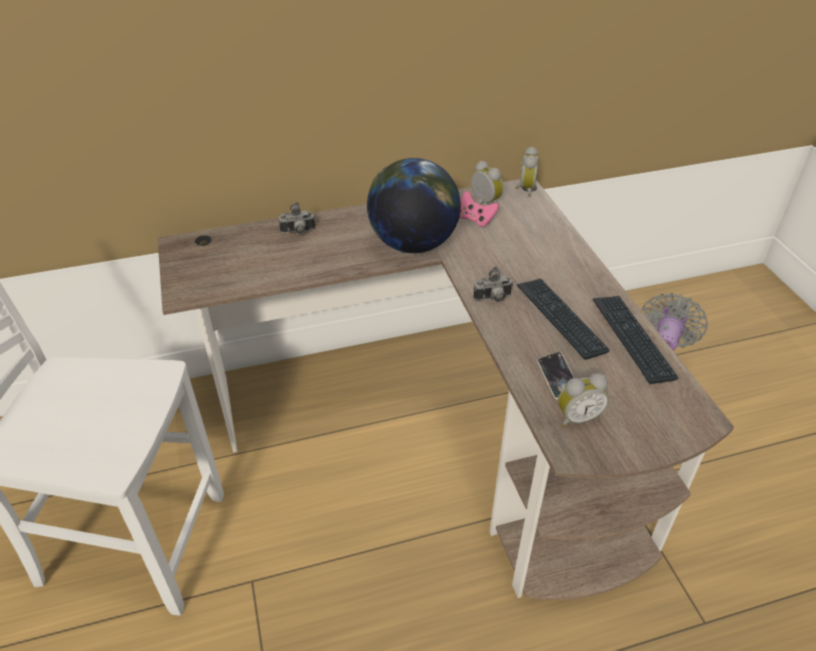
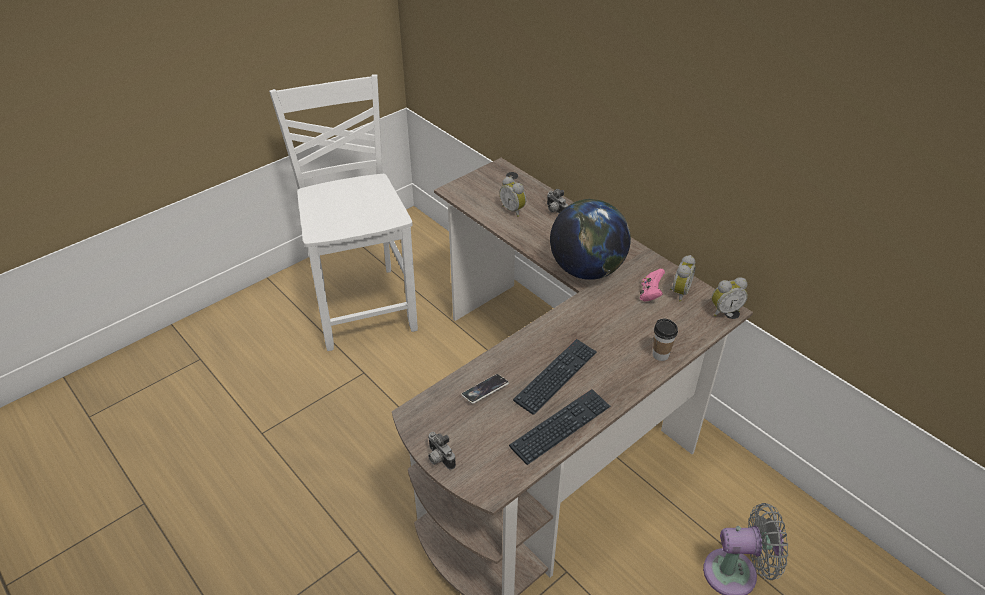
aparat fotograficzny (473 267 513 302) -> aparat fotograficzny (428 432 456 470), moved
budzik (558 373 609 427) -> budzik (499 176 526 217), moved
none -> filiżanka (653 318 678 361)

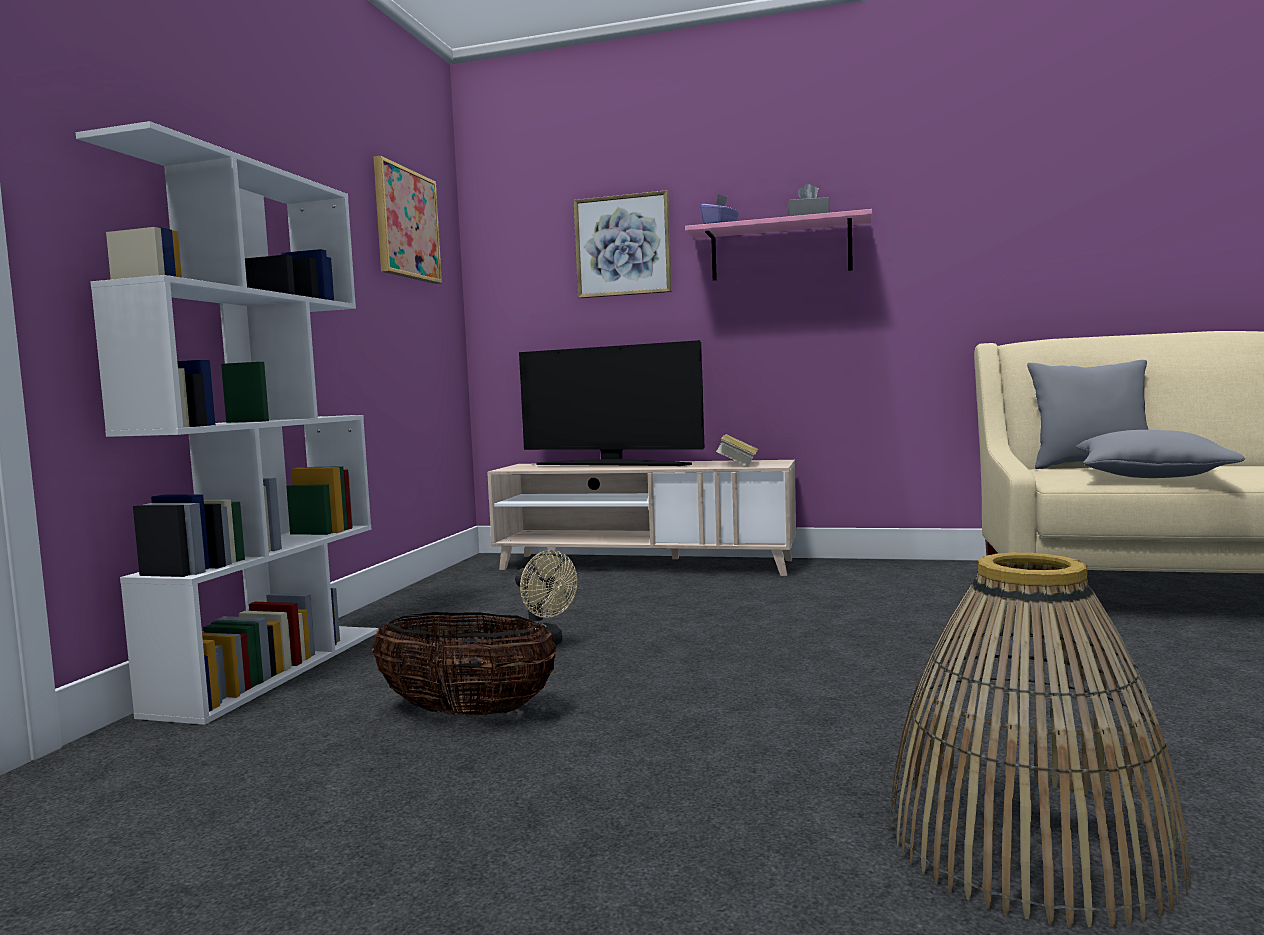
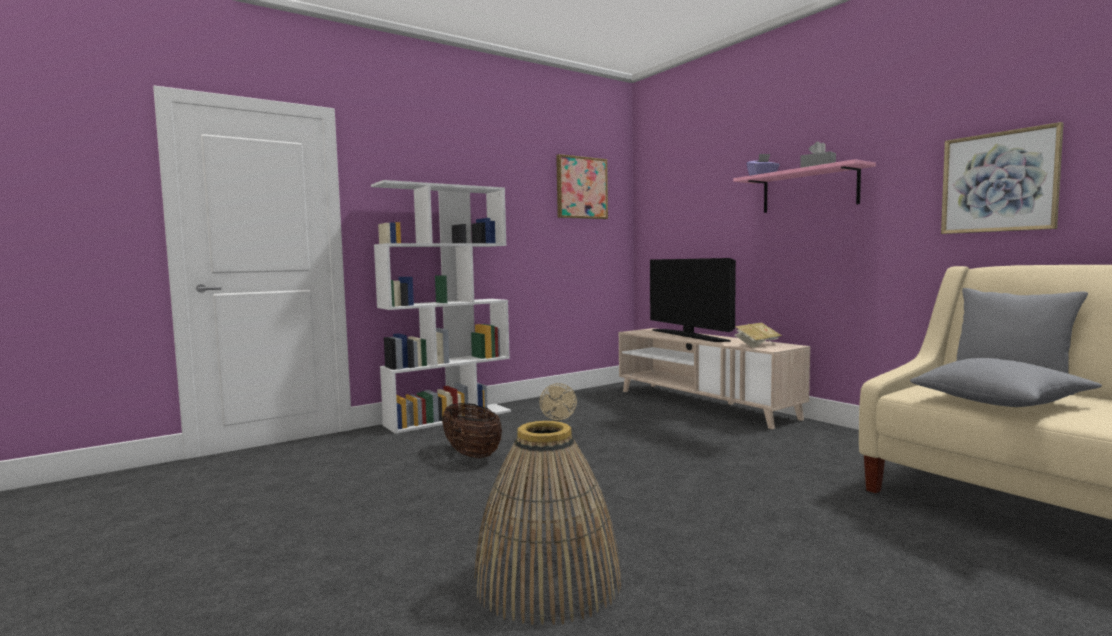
obraz (573 190 672 298) -> obraz (941 122 1064 234), moved

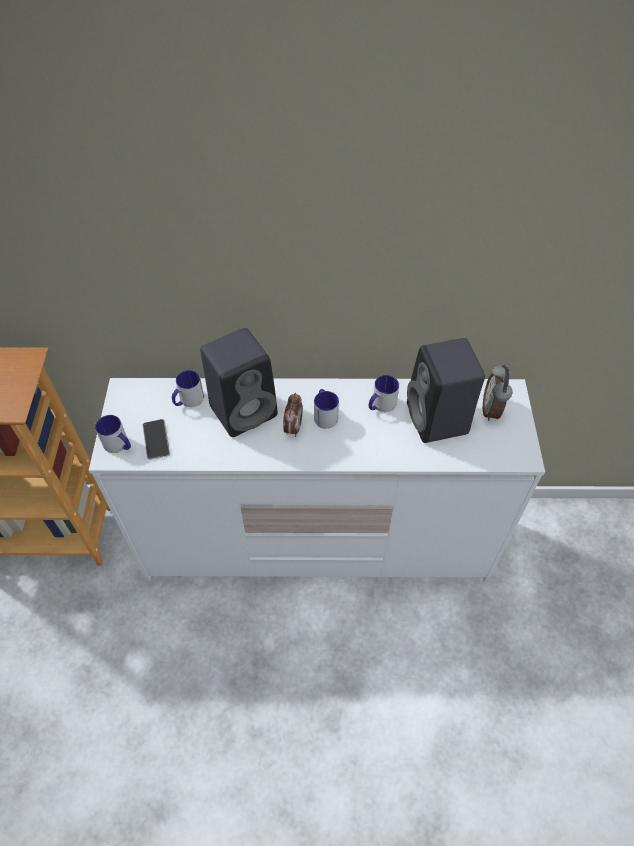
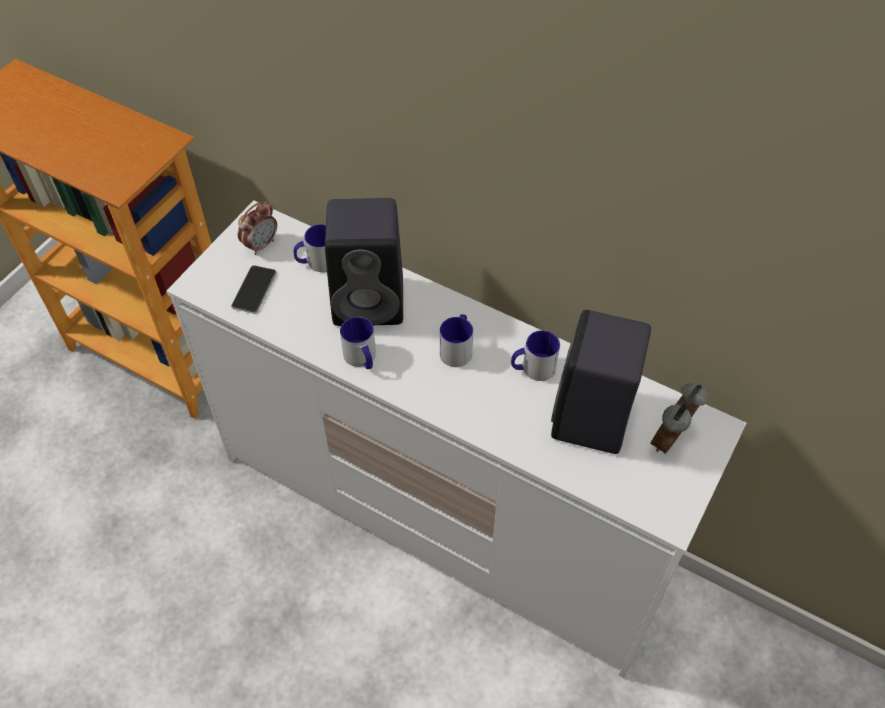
budzik (283 393 303 437) -> budzik (238 201 277 255), moved
kubek (95 415 131 453) -> kubek (340 317 376 369), moved

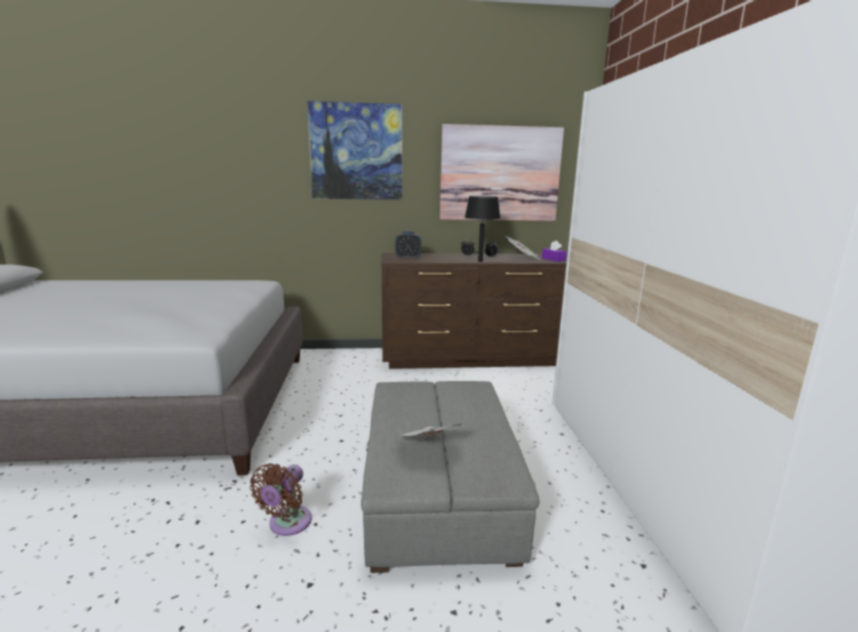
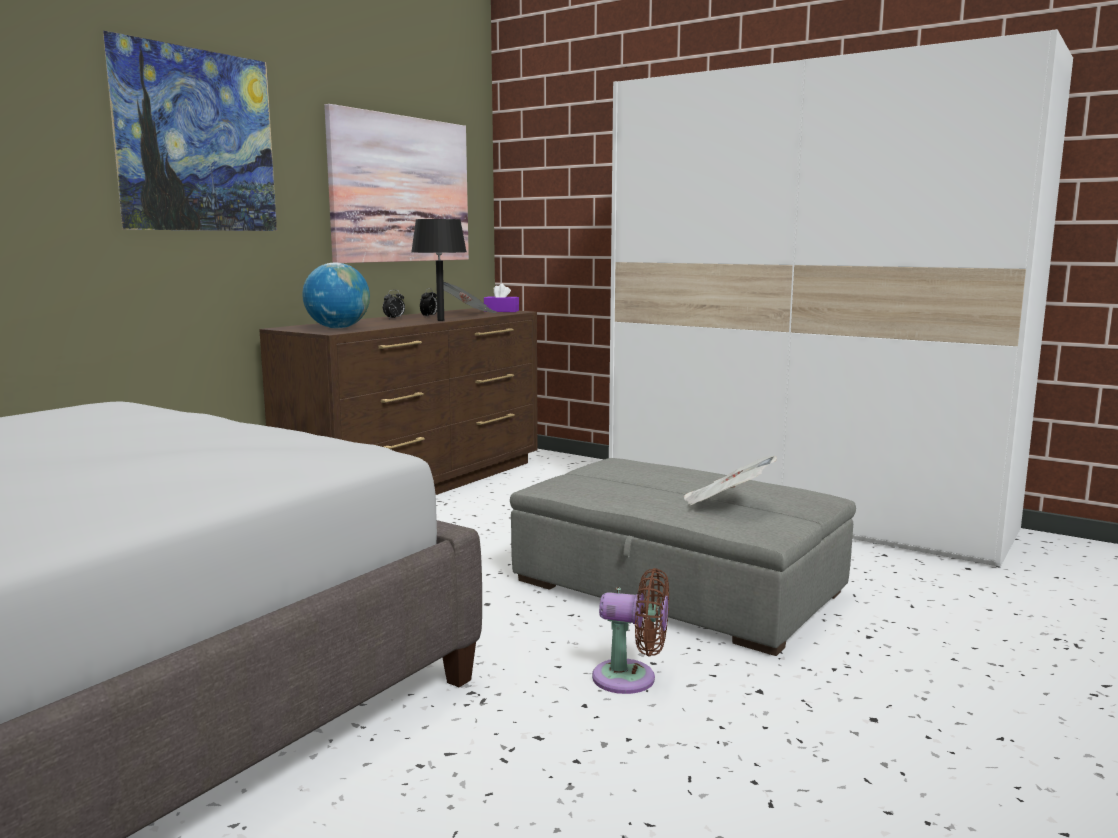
budzik (395 231 421 260) -> globus (302 262 370 329)
wentylator/brązowy (250 463 312 536) -> wentylator/brązowy (592 568 669 694), 45 degrees counterclockwise

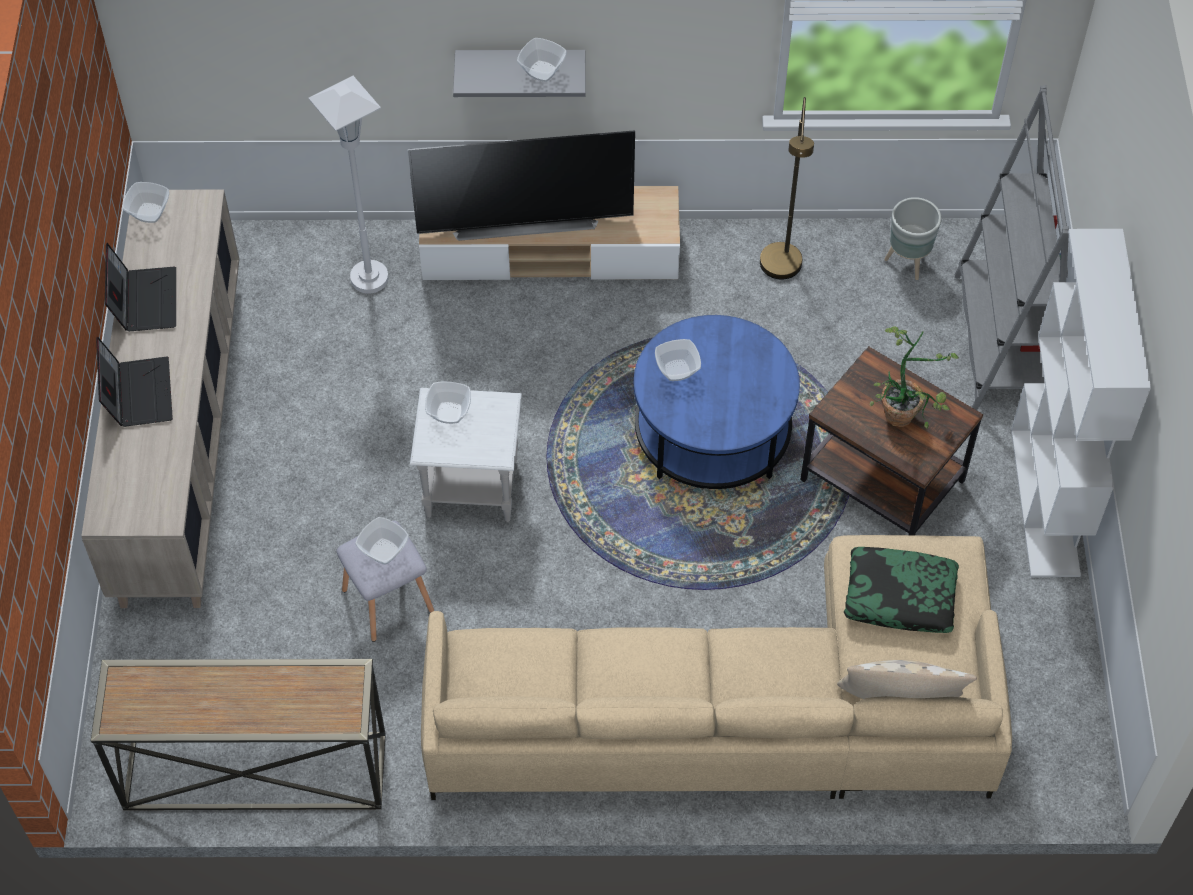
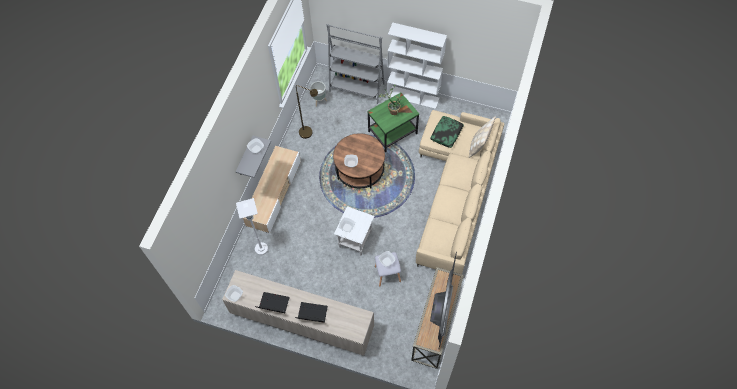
ława/niebieski (634 315 800 489) -> ława/brązowy (333 133 385 189)
stolik/brązowy (800 346 983 535) -> stolik/zielony (367 92 419 152)
telewizor (408 130 635 241) -> telewizor (430 252 457 350), moved

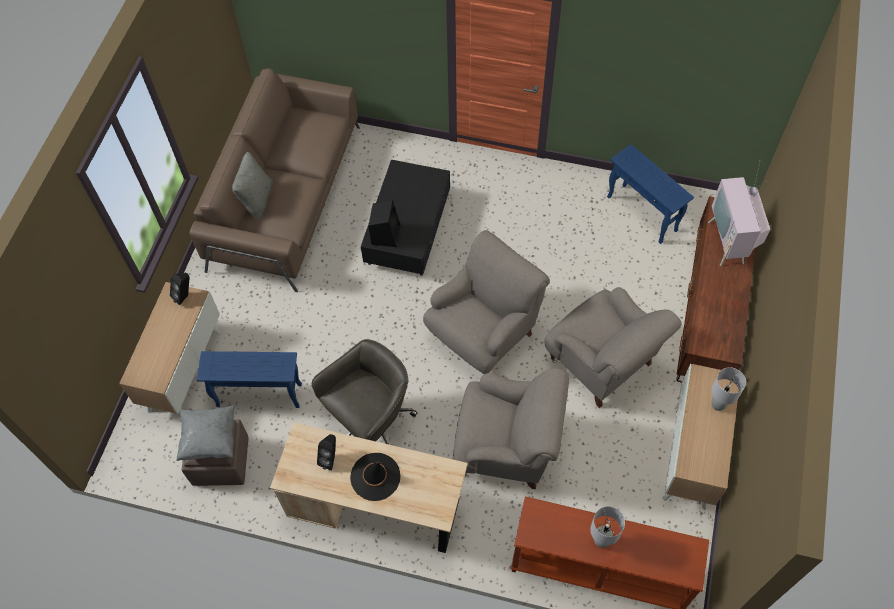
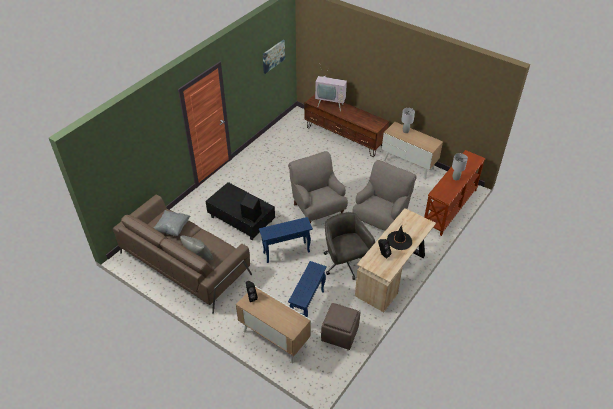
poduszka/szary (176 405 235 461) -> poduszka/szary (154 210 191 236), moved
stolik/niebieski (607 144 694 244) -> stolik/niebieski (259 217 313 263), moved
none -> obraz (263 40 285 74)
fotel/szary (544 287 682 408) -> none

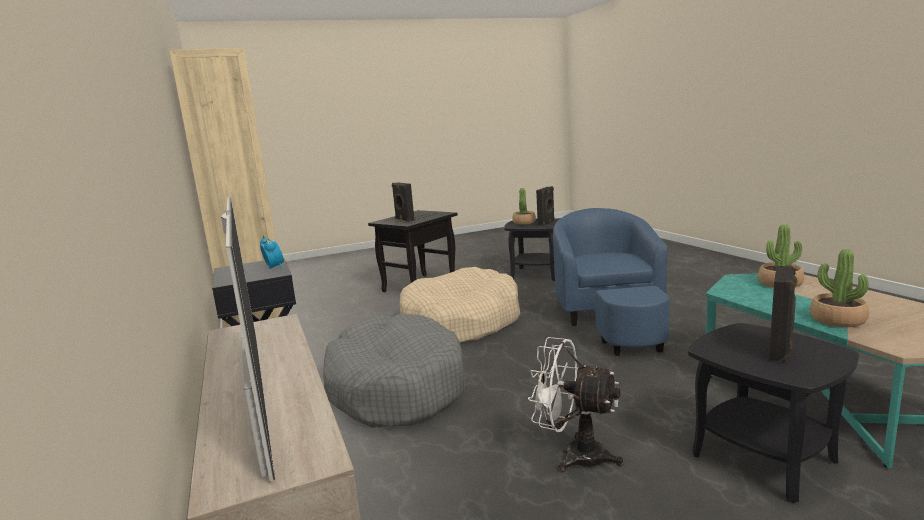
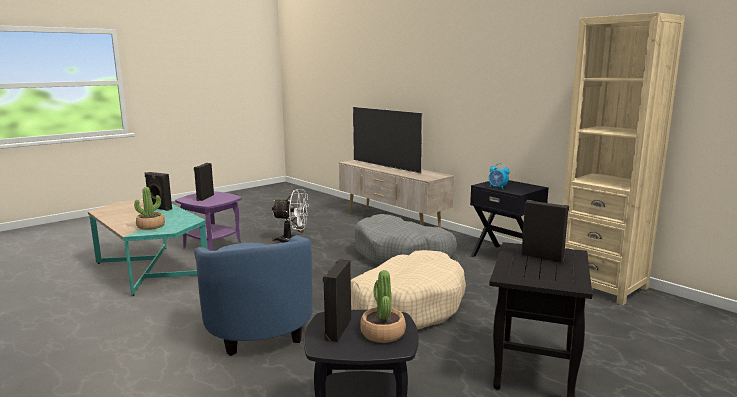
roślina doniczkowa (810 249 869 327) -> głośnik/czarny (145 172 172 211)
stolik/czarny (688 323 859 503) -> stolik/fioletowy (175 191 242 251)

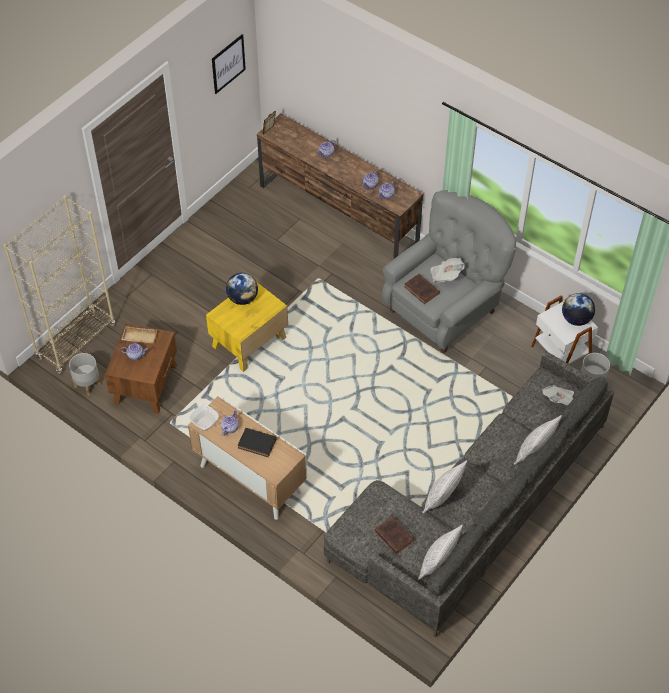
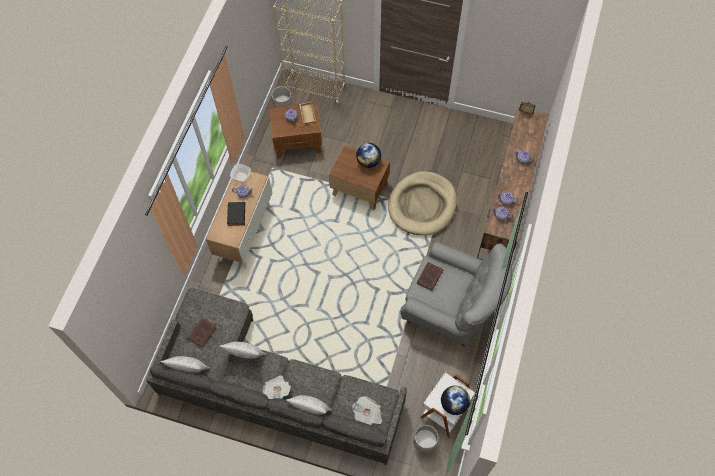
gazeta (430 258 464 282) -> gazeta (263 375 291 399), moved
stolik/żółty (206 283 288 372) -> stolik/brązowy (329 145 390 210)
none -> legowisko/beżowy (388 171 457 235)
obraz (212 34 246 94) -> none

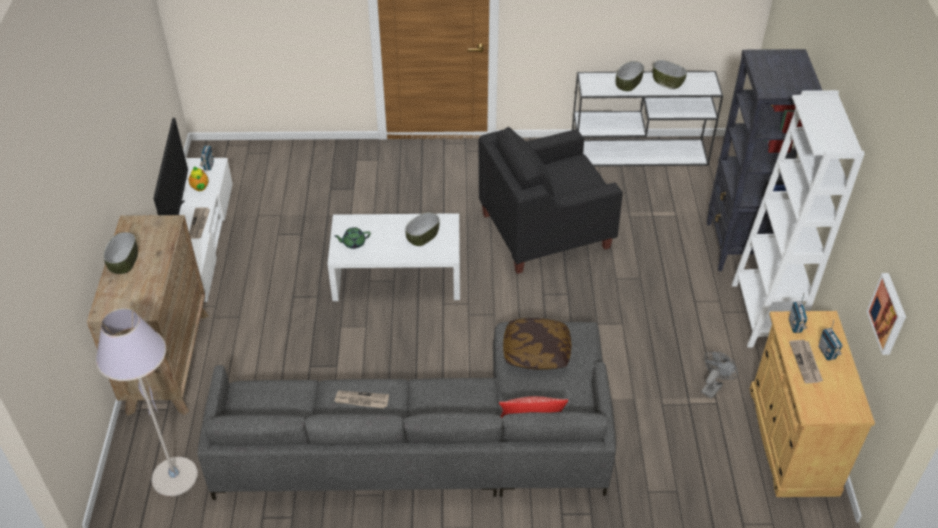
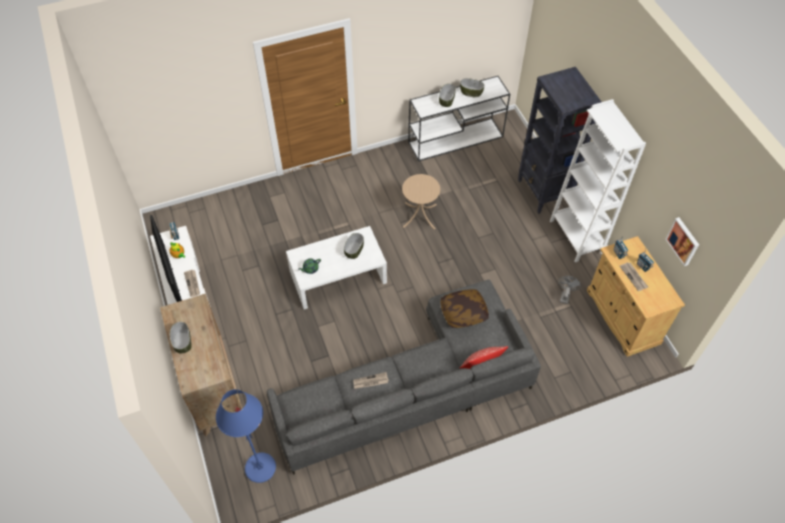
lampa stojąca/szary (96 308 198 496) -> lampa stojąca/niebieski (216 389 276 483)
fotel/czarny (479 127 623 274) -> stolik/beżowy (402 174 440 230)

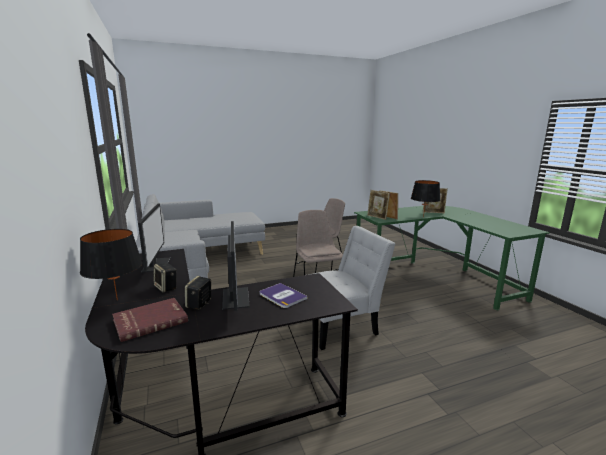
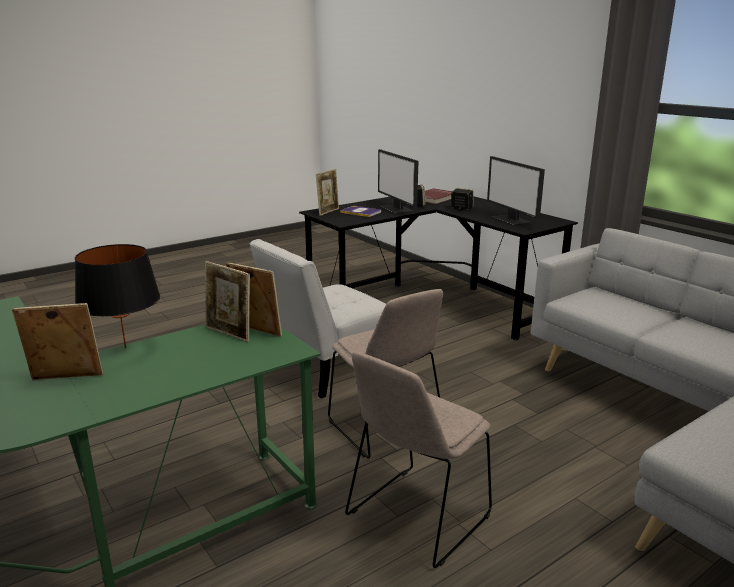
none -> ramka na zdjęcie (316 169 339 216)
lampa stołowa/czarny (80 229 142 300) -> none

